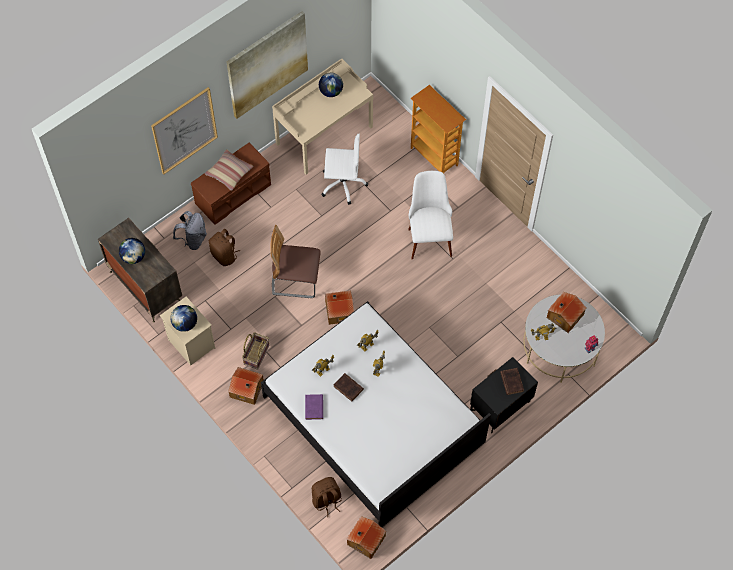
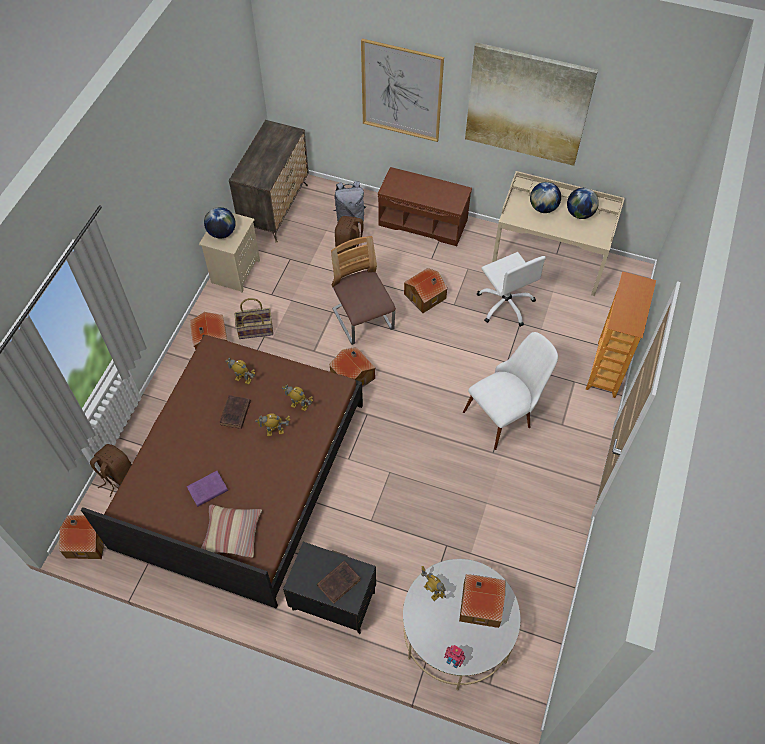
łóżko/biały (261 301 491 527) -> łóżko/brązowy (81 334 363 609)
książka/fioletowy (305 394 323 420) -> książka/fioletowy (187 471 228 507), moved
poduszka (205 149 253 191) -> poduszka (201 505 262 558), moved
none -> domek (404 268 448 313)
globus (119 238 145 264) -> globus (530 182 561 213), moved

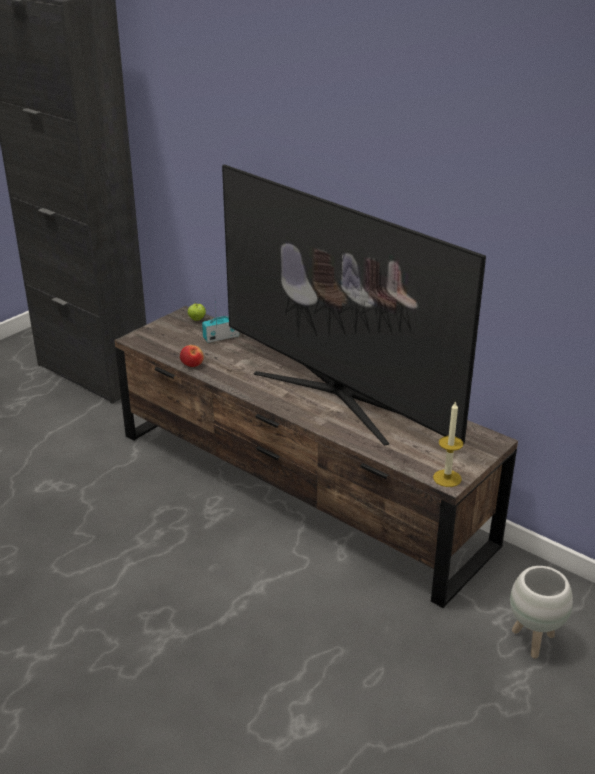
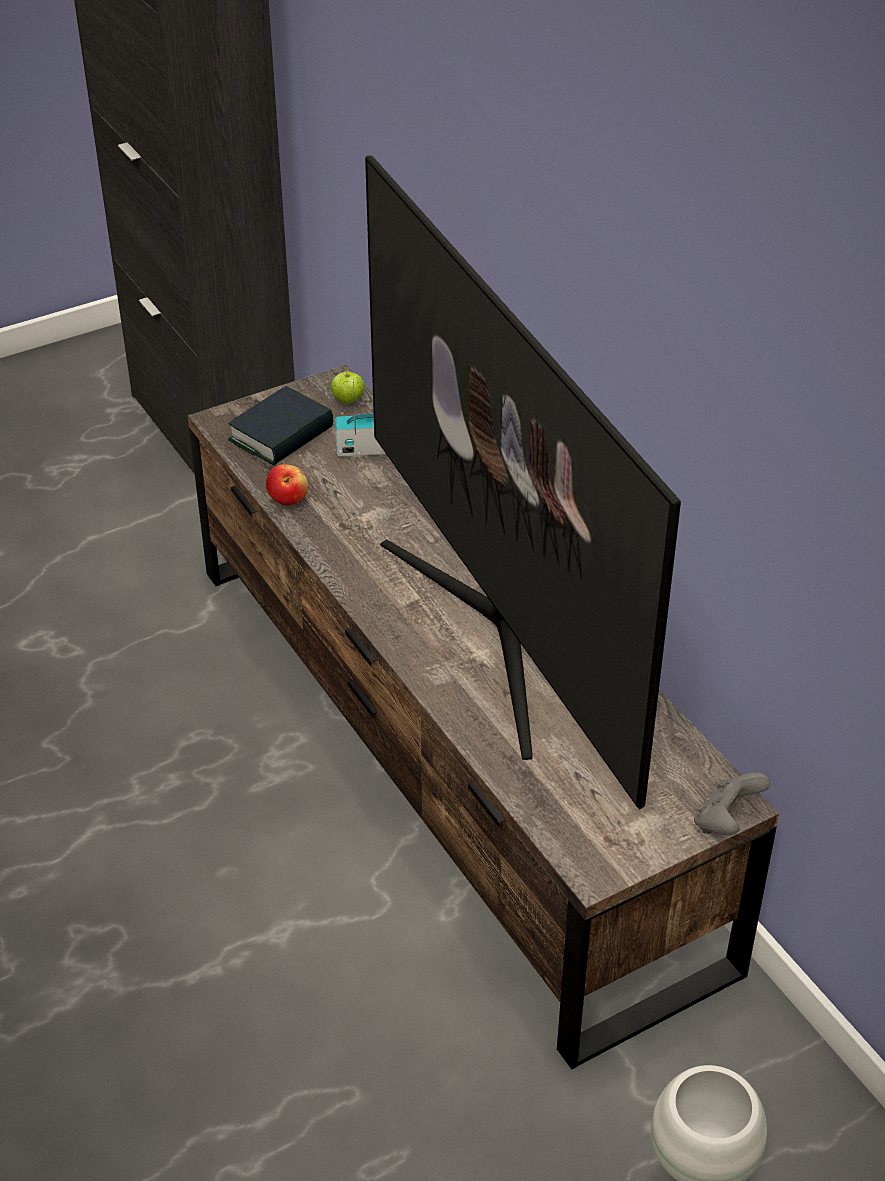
none -> książka (228 386 333 466)
none -> pad do gier/szary (694 772 770 835)
świeca (433 401 464 487) -> none

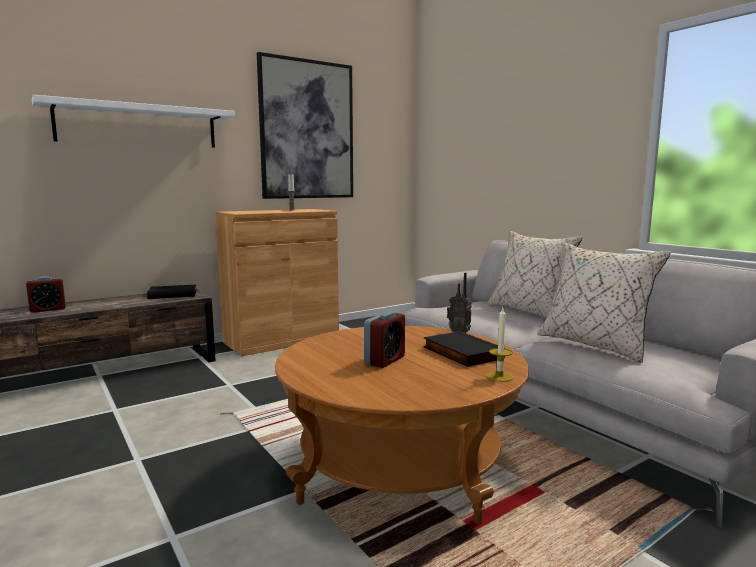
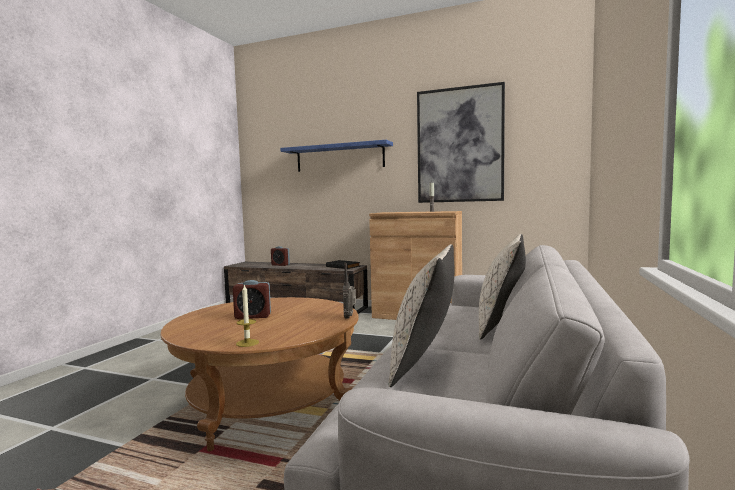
półka/biały (32 95 235 148) -> półka/niebieski (280 140 393 172)
książka/czarny (423 331 505 367) -> none

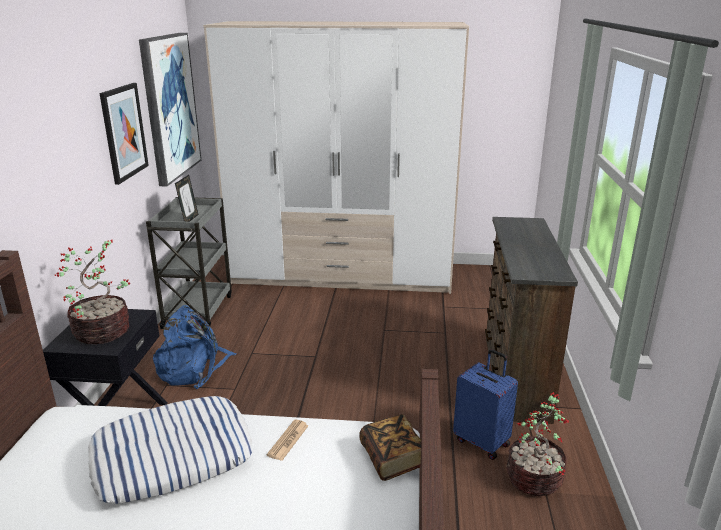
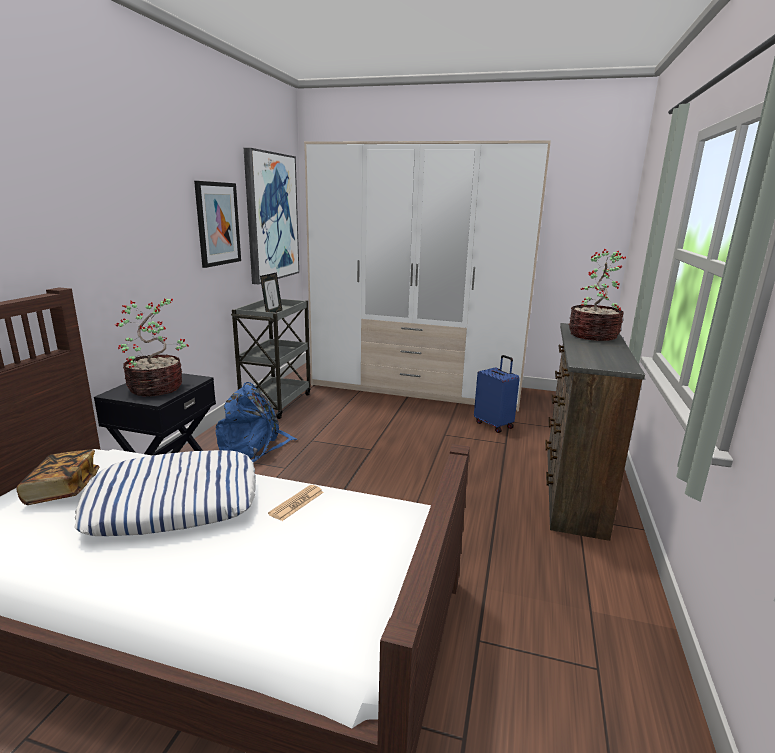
książka (359 414 421 481) -> książka (16 450 99 505), moved
walizka/niebieski (453 349 518 460) -> walizka/niebieski (474 355 520 433), moved
roślina doniczkowa (506 392 569 497) -> roślina doniczkowa (569 249 626 341), moved

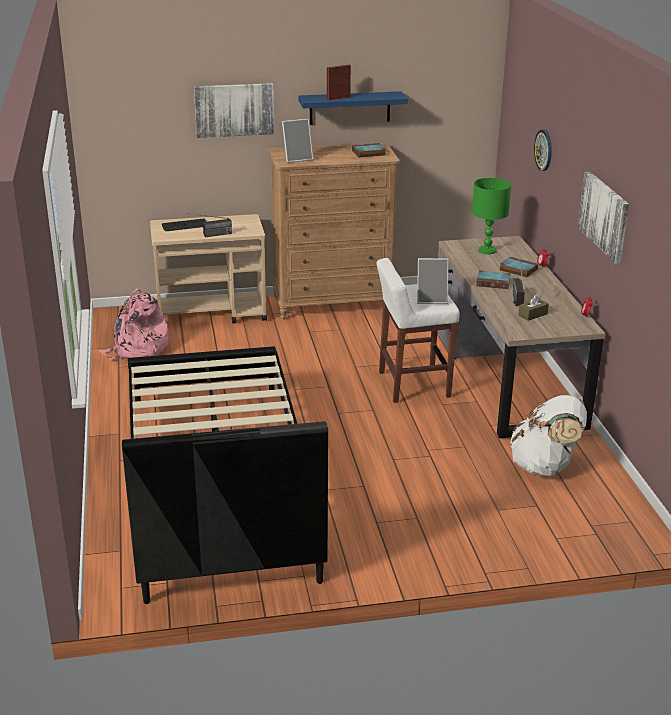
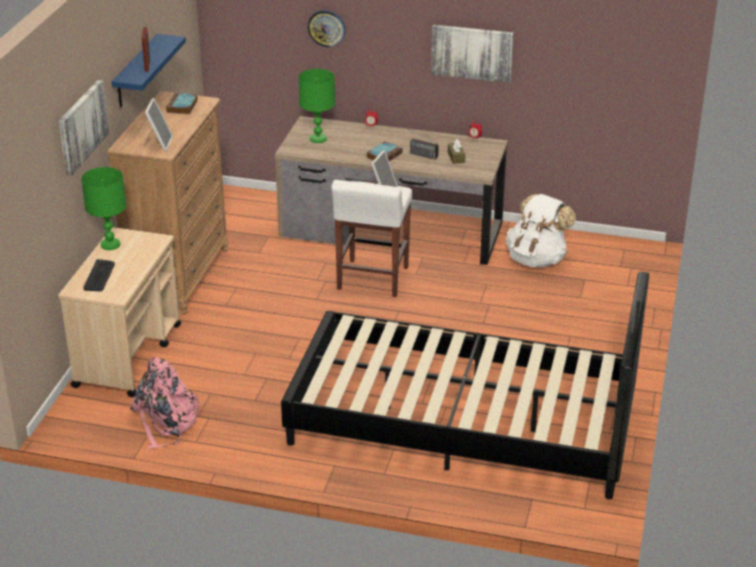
none -> lampa stołowa/zielony (81 167 126 250)
radio (187 213 232 237) -> none
książka (500 257 538 278) -> none

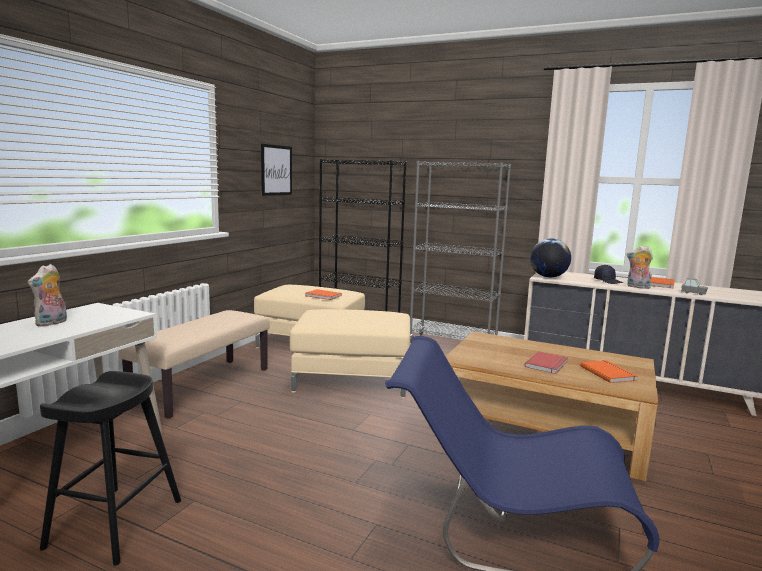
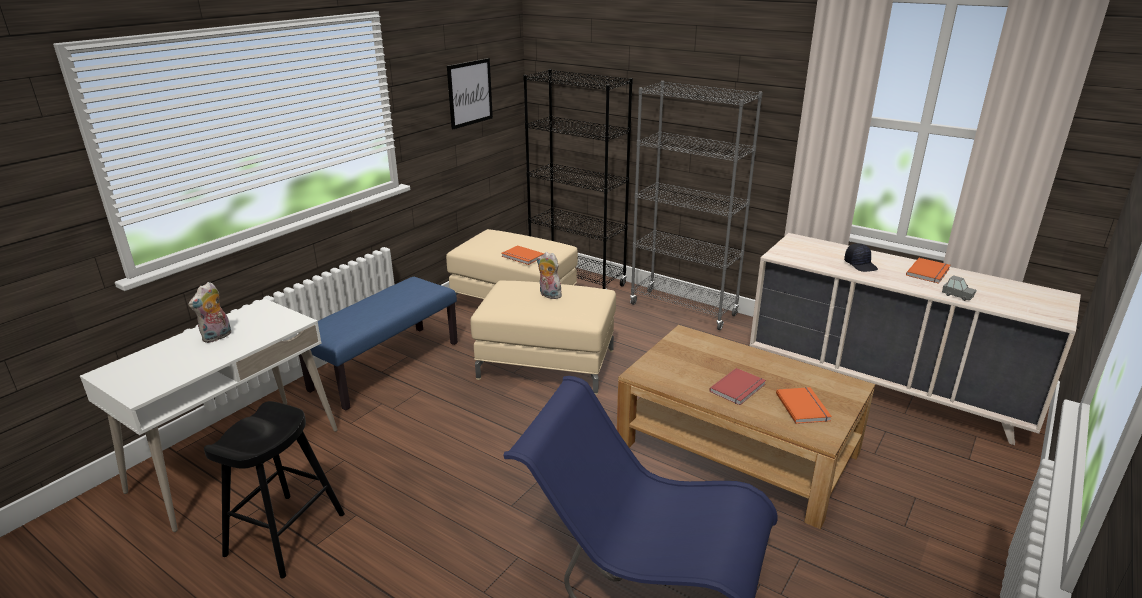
ławka/beżowy (119 310 269 419) -> ławka/niebieski (299 277 458 411)
pluszak (627 246 653 289) -> pluszak (537 252 562 299), moved
globus (530 238 571 278) -> none

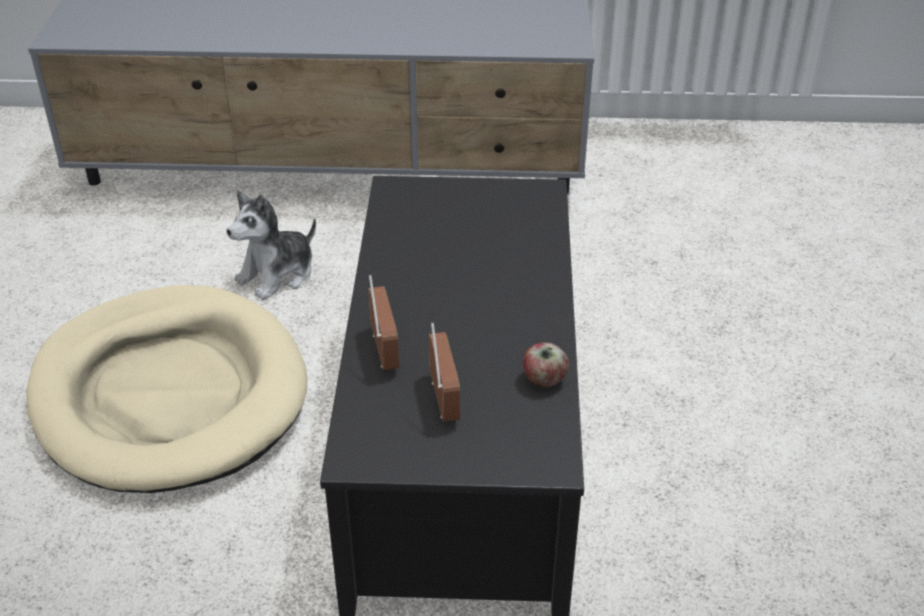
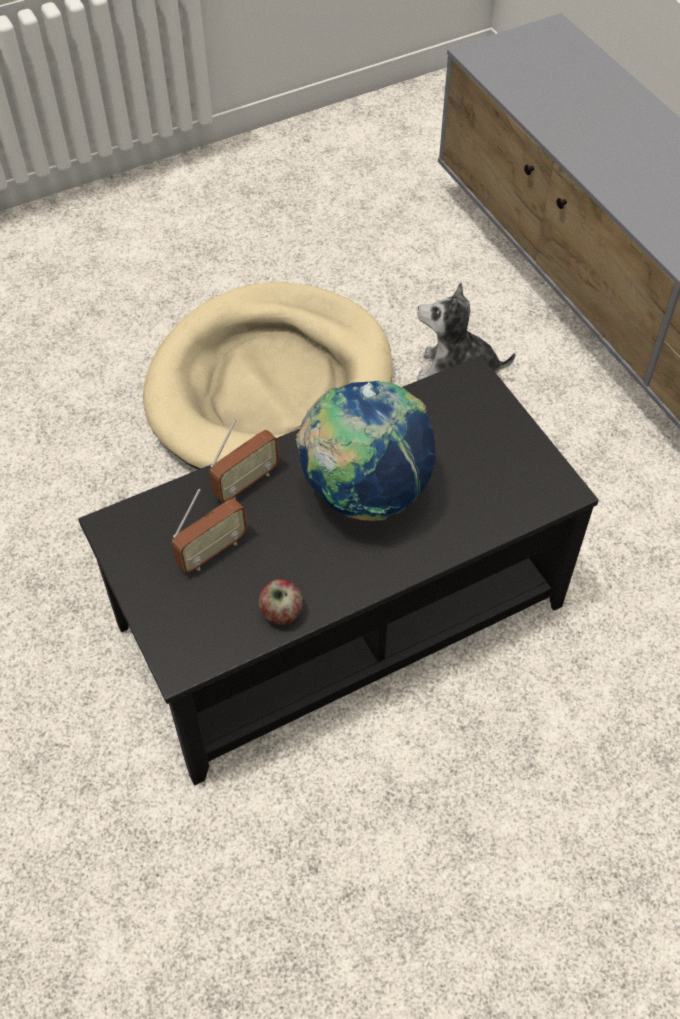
none -> globus (296 381 436 521)

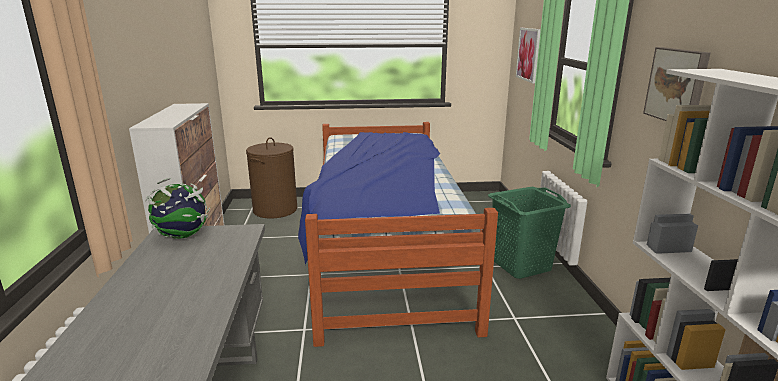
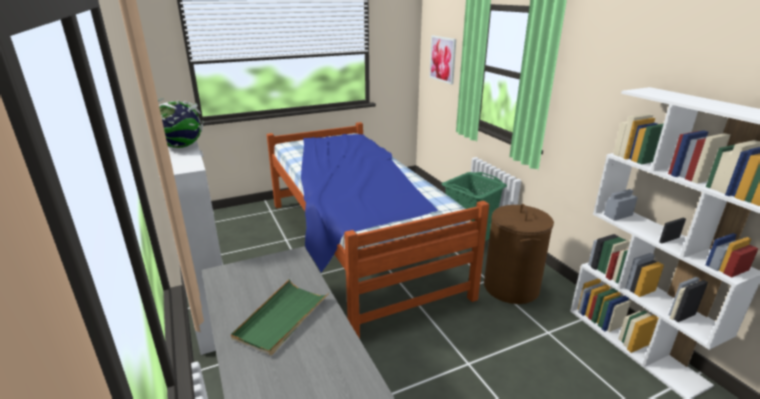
globus (145 178 210 239) -> globus (158 98 204 148), moved
none -> taca/zielony (231 279 330 356)
kosz na pranie/brązowy (246 137 297 219) -> kosz na pranie/brązowy (484 204 554 304), moved
obraz (643 47 711 121) -> none

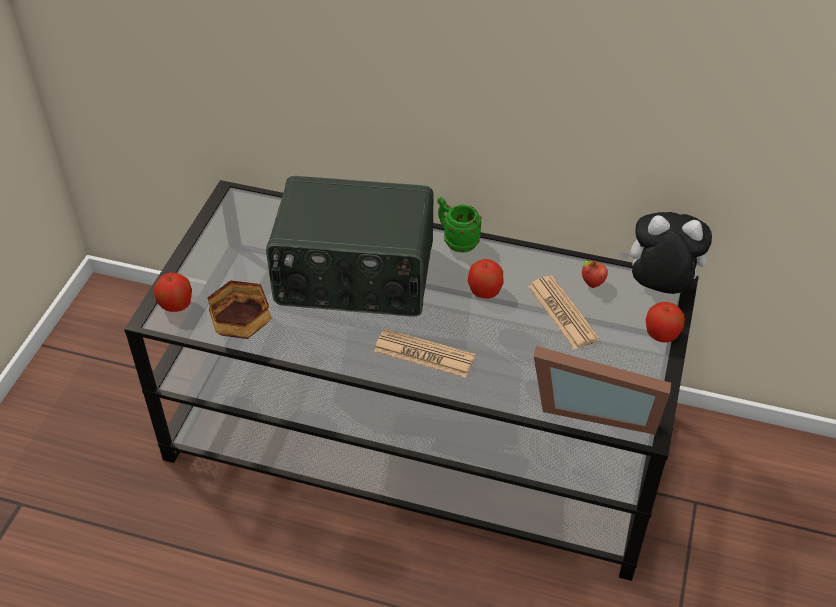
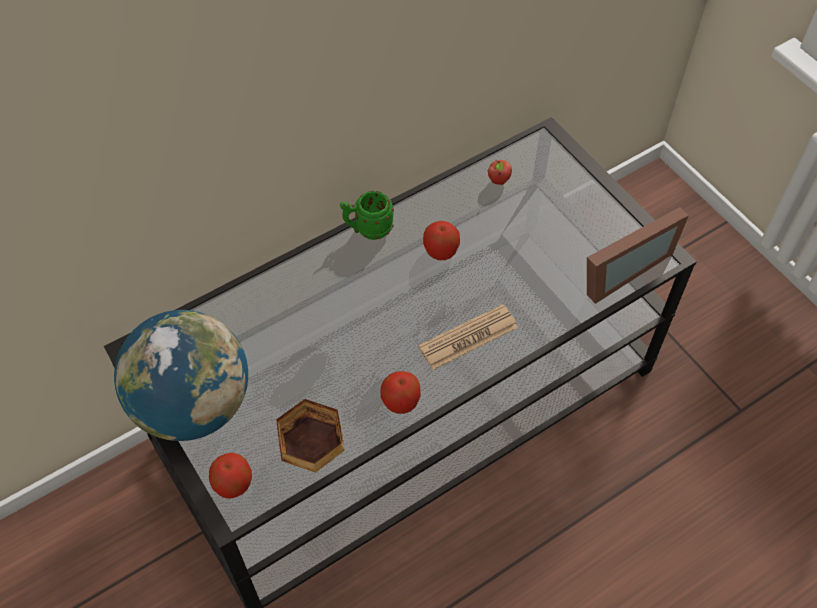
none -> globus (114 310 248 441)
jabłko (645 302 685 343) -> jabłko (380 371 421 414), moved
radio (266 176 434 317) -> none
gazeta (528 276 600 350) -> none
pluszak (620 212 712 294) -> none

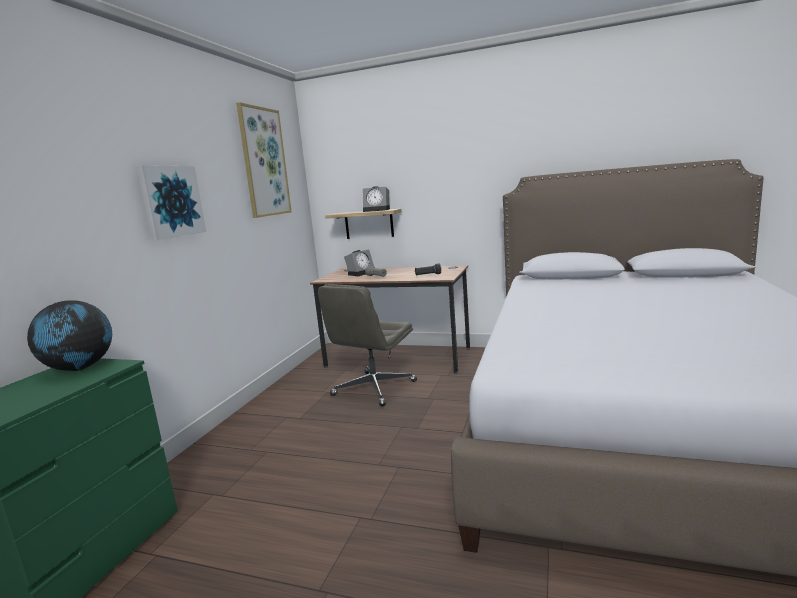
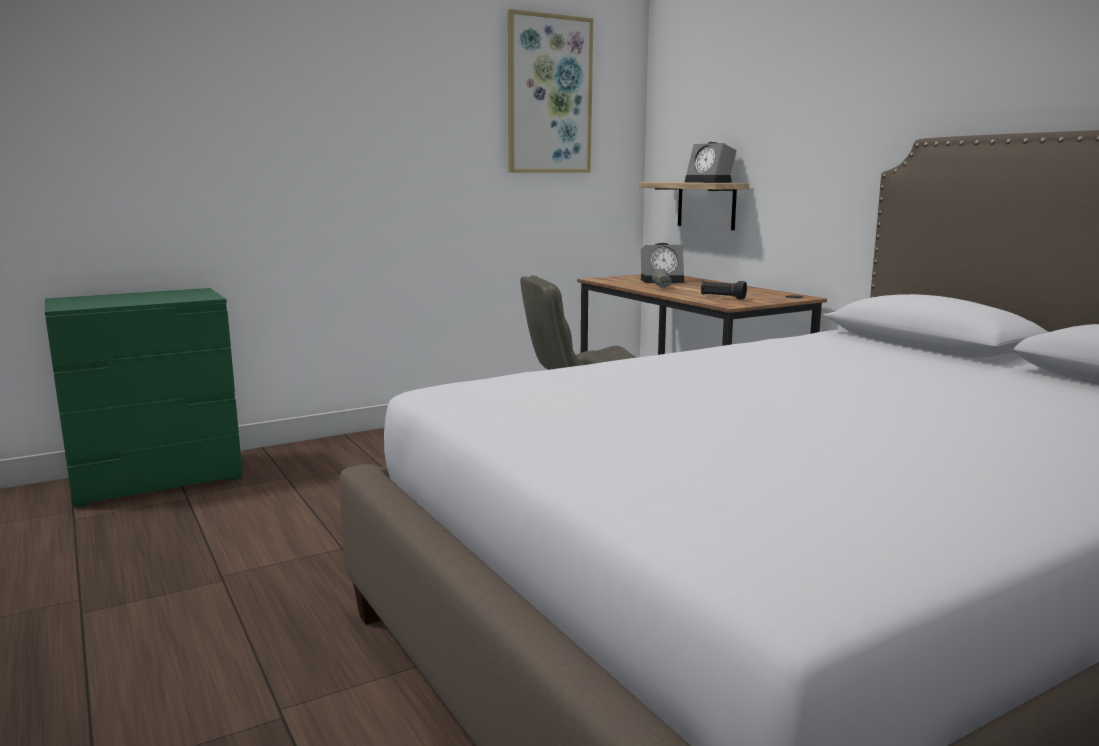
globus (27 300 112 371) -> none
obraz (136 165 206 241) -> none

